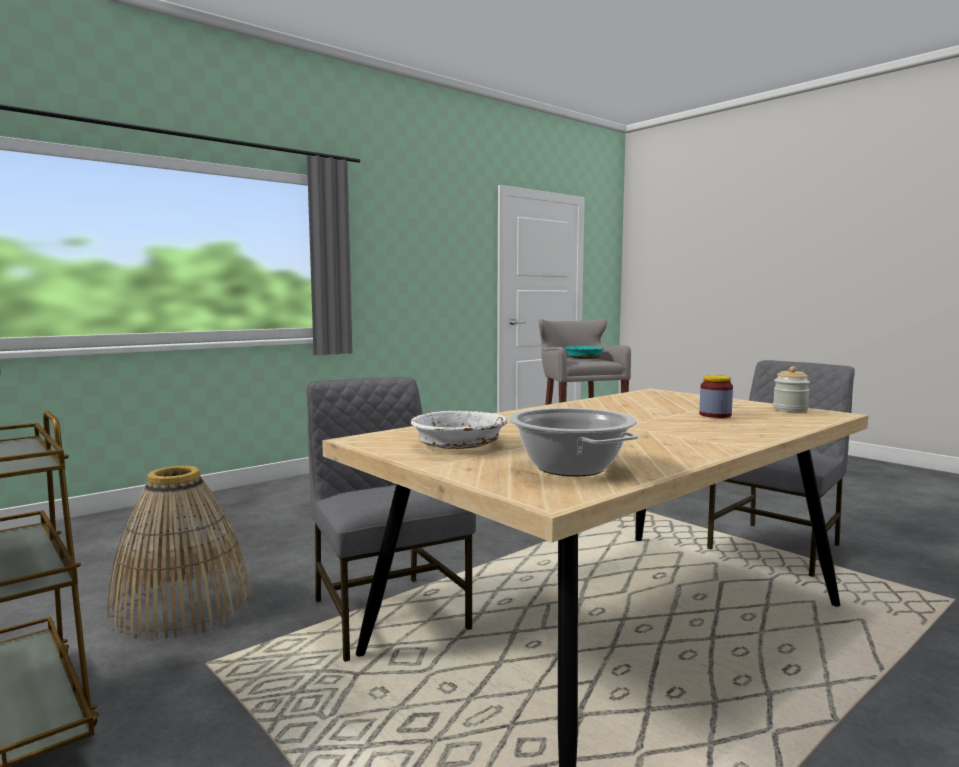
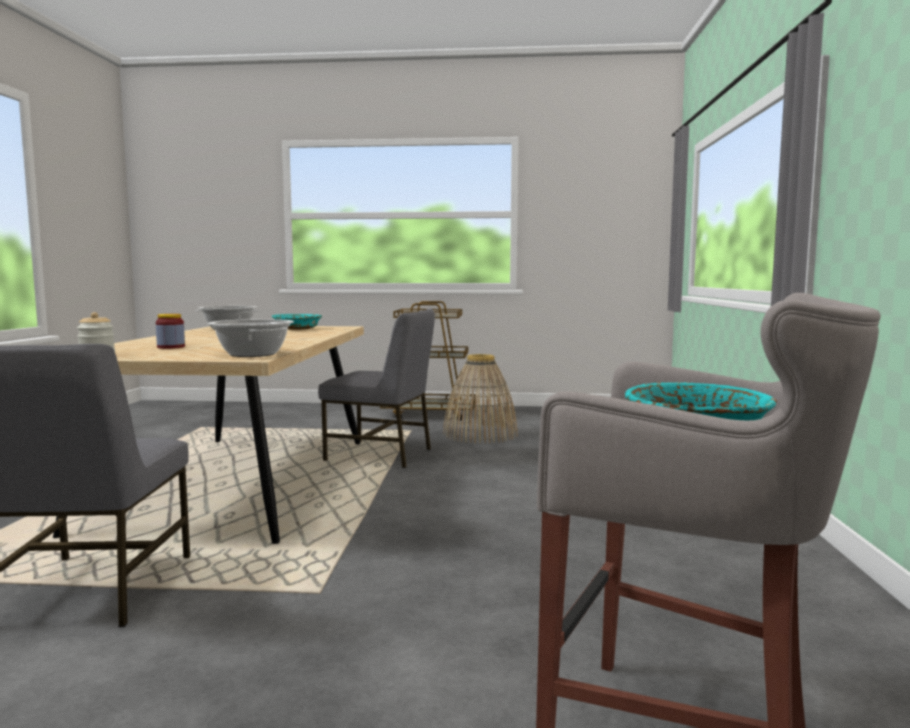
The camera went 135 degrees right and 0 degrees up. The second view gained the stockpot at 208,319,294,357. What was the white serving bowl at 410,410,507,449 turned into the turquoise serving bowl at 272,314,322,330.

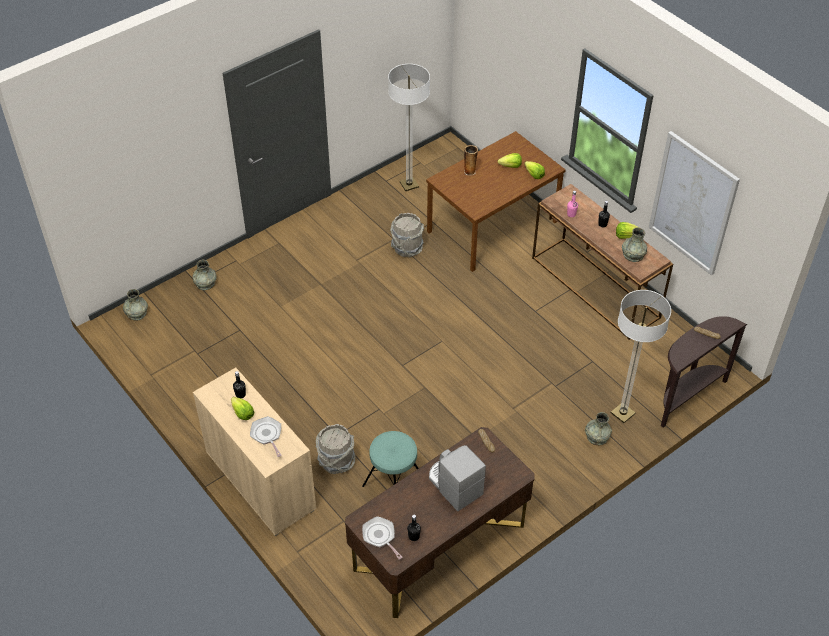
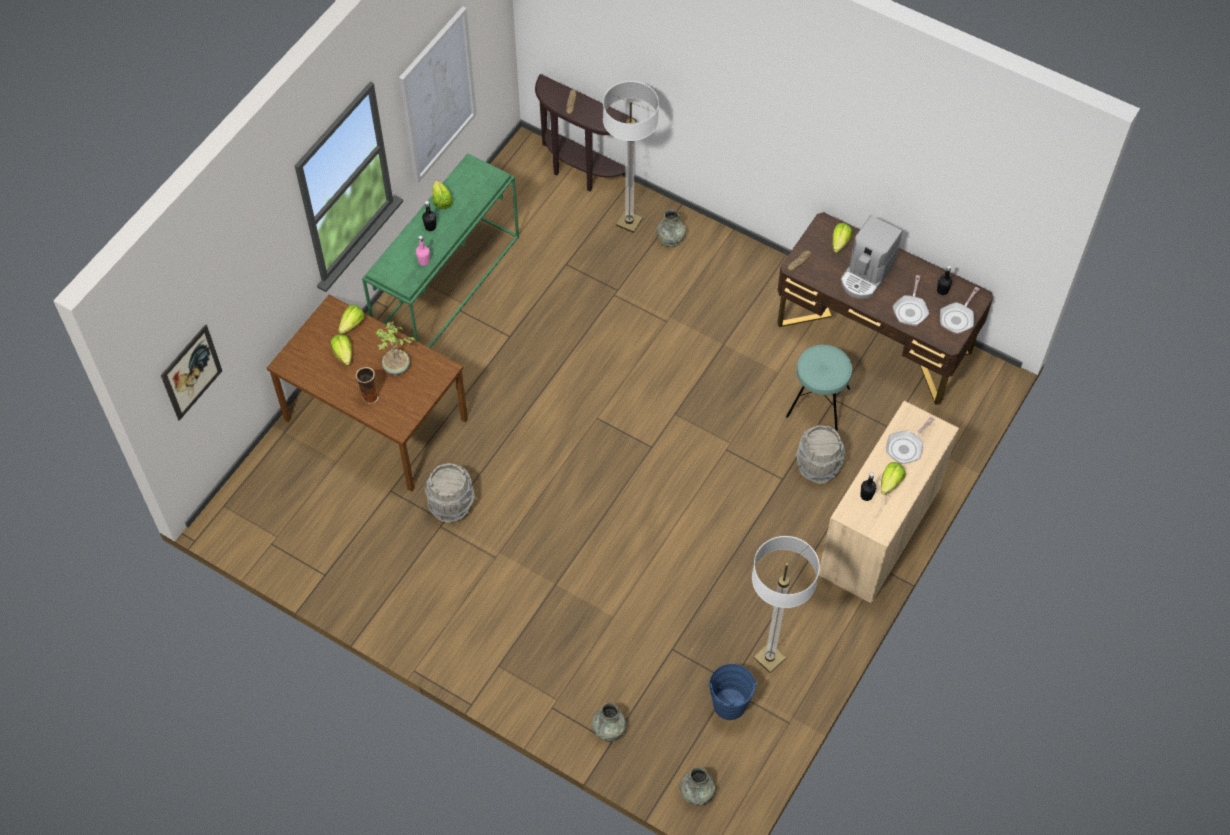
The camera went 110 degrees left and 10 degrees up. The second view gained the wall art at 161,324,222,421. What was the brown console table at 532,184,673,340 turned into the green-coloured console table at 362,153,519,348. The second view gained the houseplant at 375,322,416,375. The second view gained the blue-coloured bucket at 707,664,758,720. The standing lamp ended up elsewhere, having gone from 388,64,430,191 to 752,536,820,673. The second view gained the lettuce head at 832,223,853,253. The second view gained the skillet at 893,275,929,326. The second view lost the gray flower vase at 622,227,647,262.

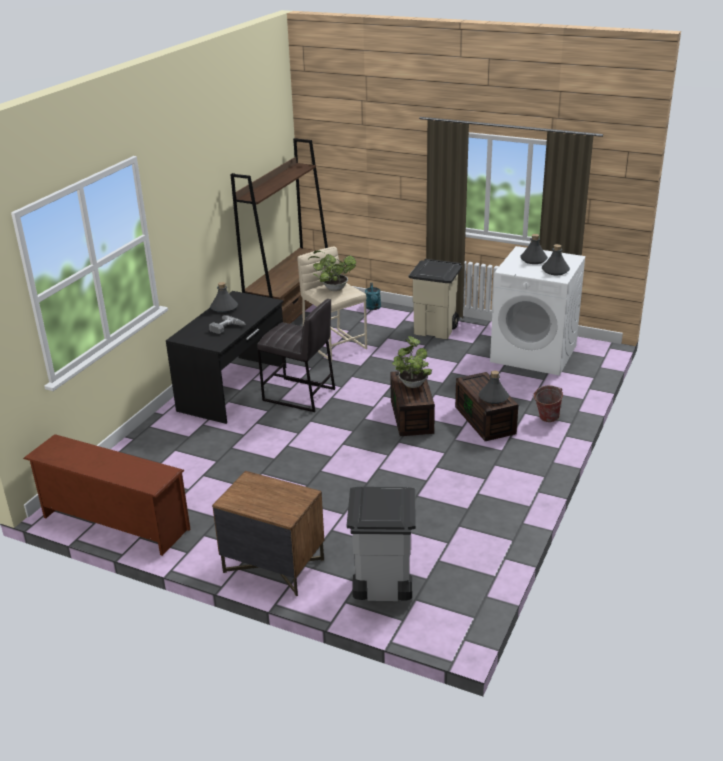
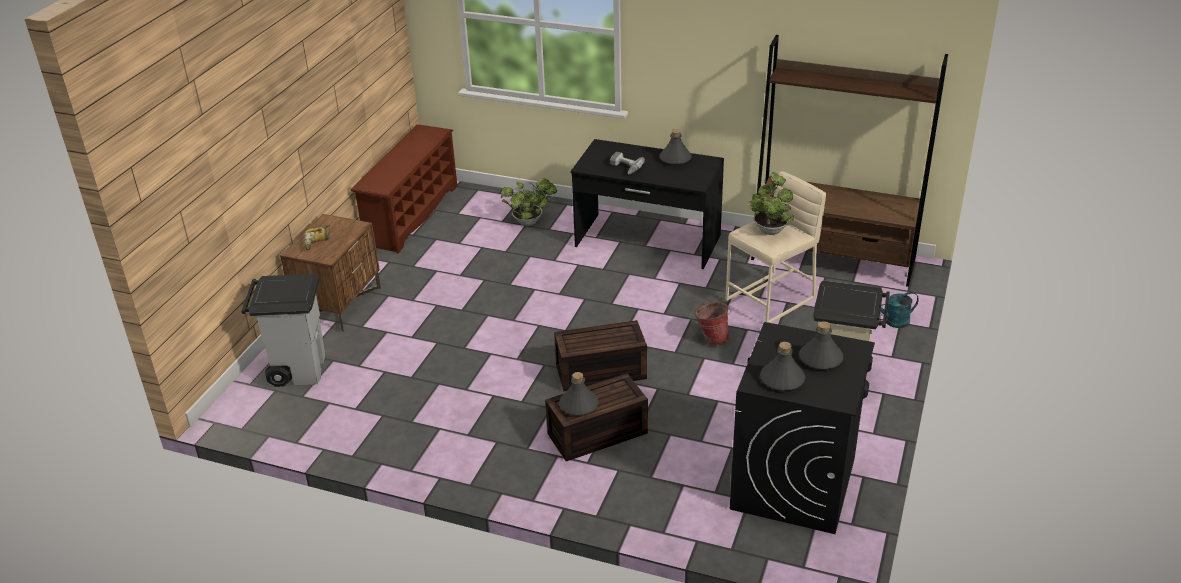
The camera went 85 degrees right and 5 degrees up. The second view gained the drill at 305,225,331,250. The houseplant ended up elsewhere, having gone from 392,336,433,388 to 501,178,557,226. The bucket ended up elsewhere, having gone from 533,385,563,422 to 695,302,731,346. What was the white washing machine at 490,246,586,376 turned into the black-coloured washing machine at 730,322,875,534. The second view lost the gray stool at 257,299,335,412.

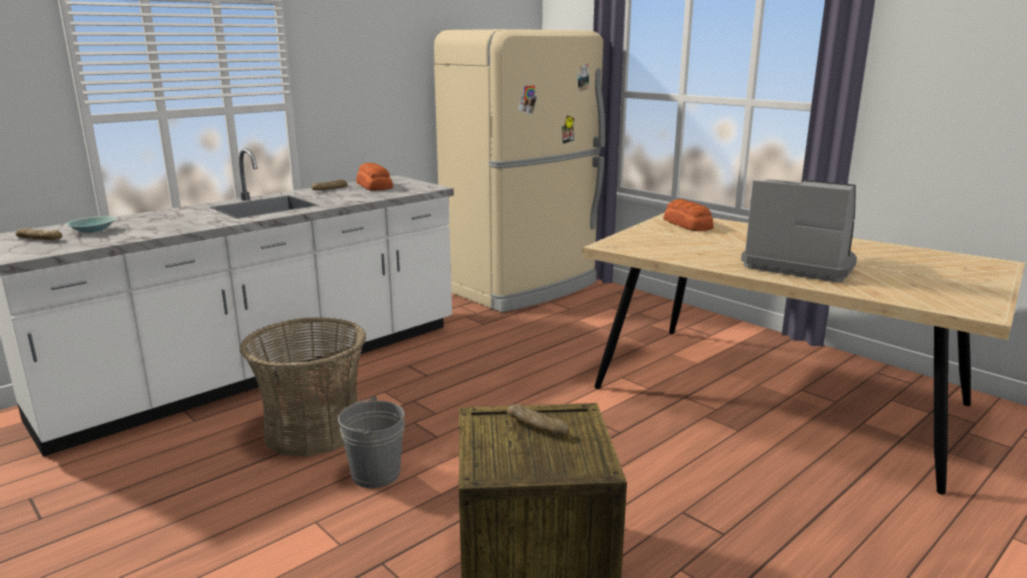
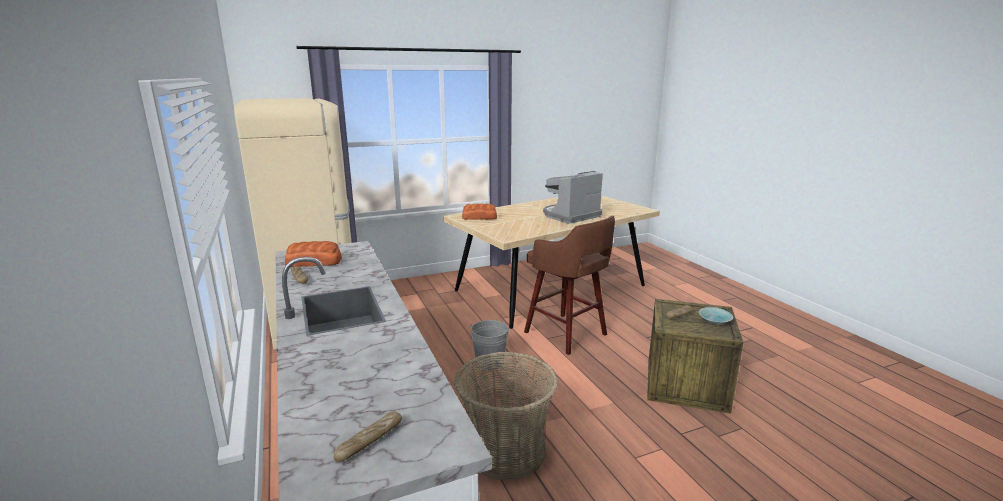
The camera went 70 degrees left and 0 degrees up. The gray bucket ended up elsewhere, having gone from 338,396,404,488 to 469,320,510,370. The second view gained the brown stool at 524,216,615,355. The turquoise serving bowl ended up elsewhere, having gone from 66,216,117,233 to 699,307,733,324.

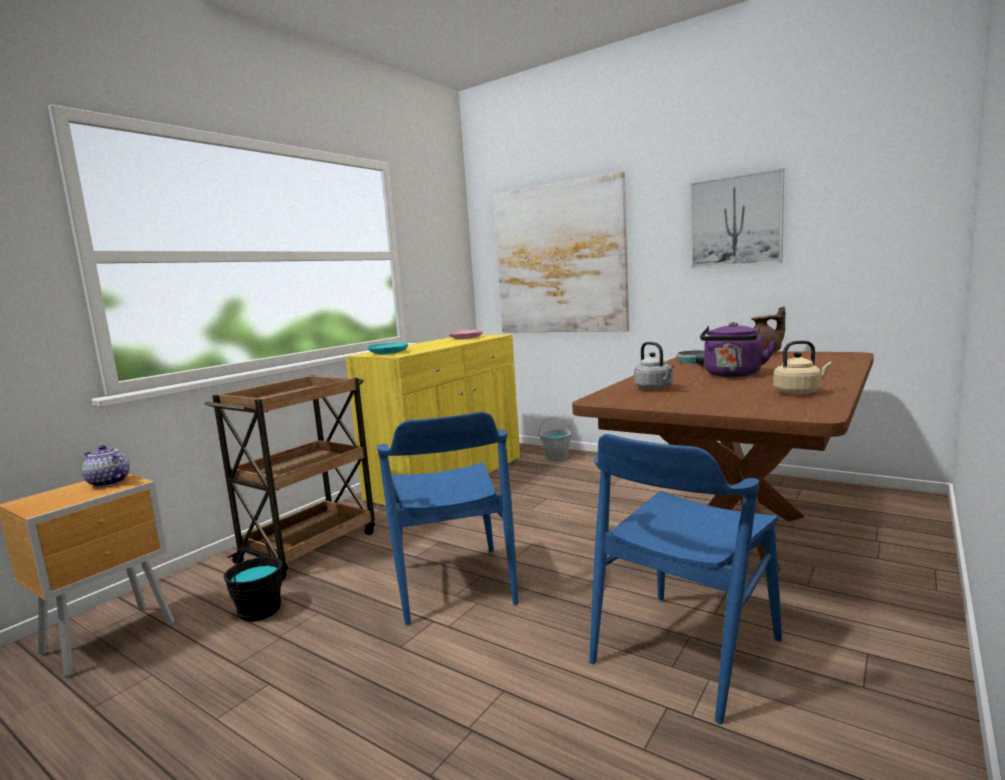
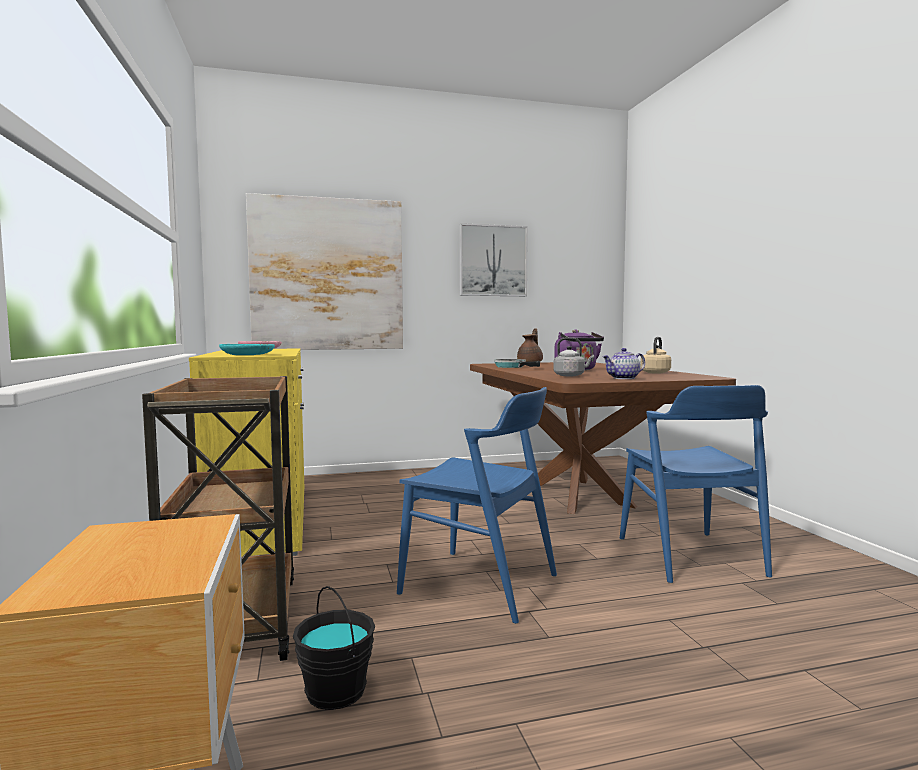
The camera went 50 degrees left and 5 degrees down. The tea pot ended up elsewhere, having gone from 82,445,130,487 to 602,348,645,379. The second view lost the gray bucket at 539,417,572,462.

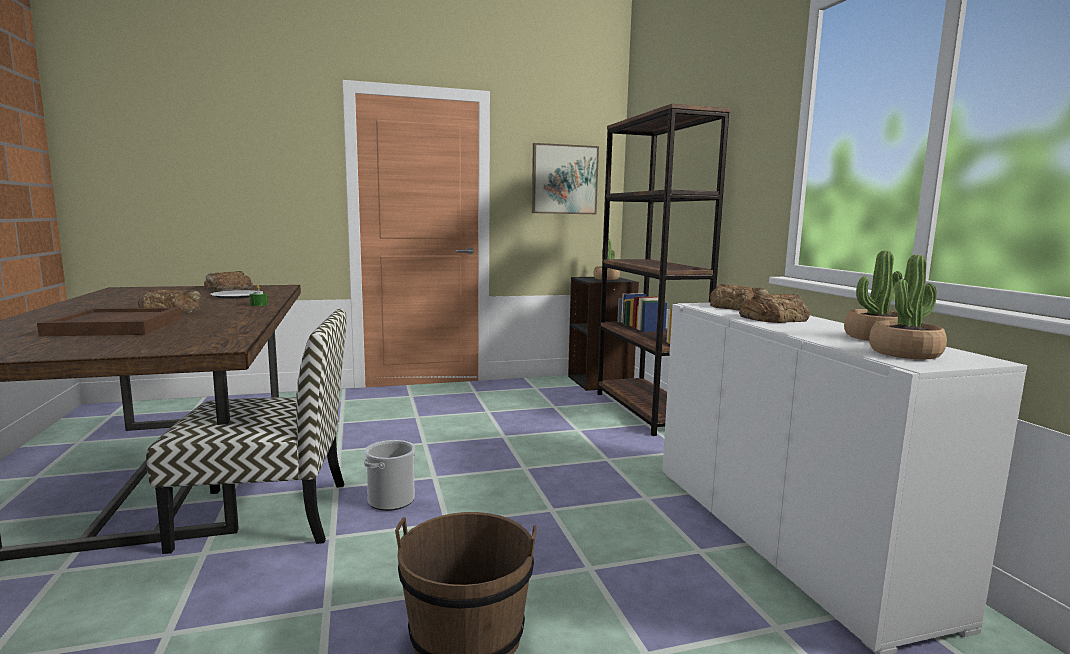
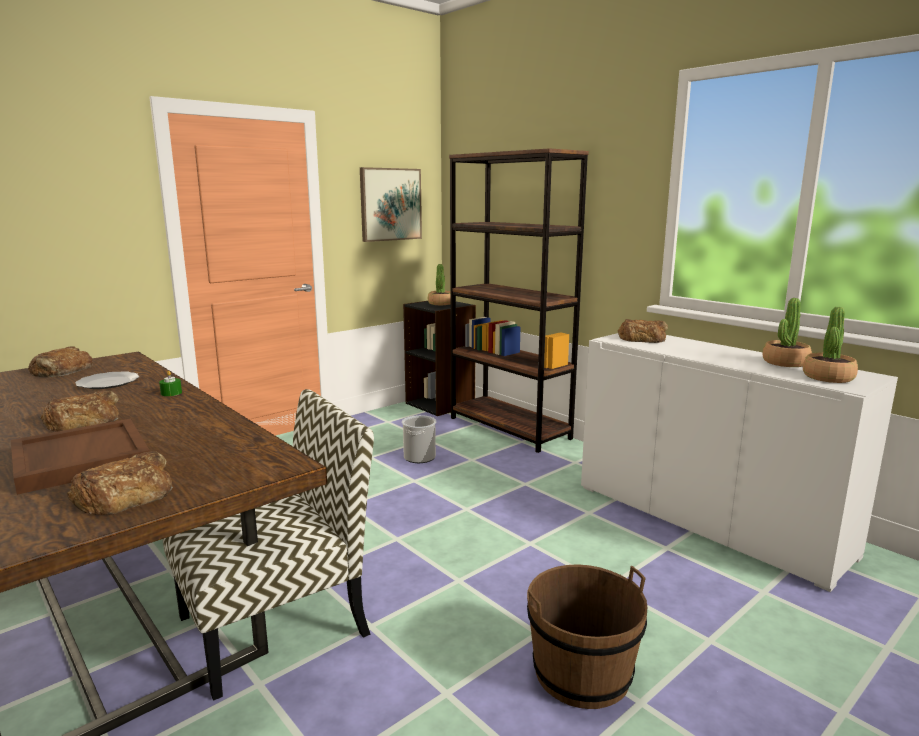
The camera went 25 degrees left and 5 degrees up. The baked bread ended up elsewhere, having gone from 739,294,810,323 to 67,451,173,515. The bucket ended up elsewhere, having gone from 364,440,415,511 to 402,415,436,463.

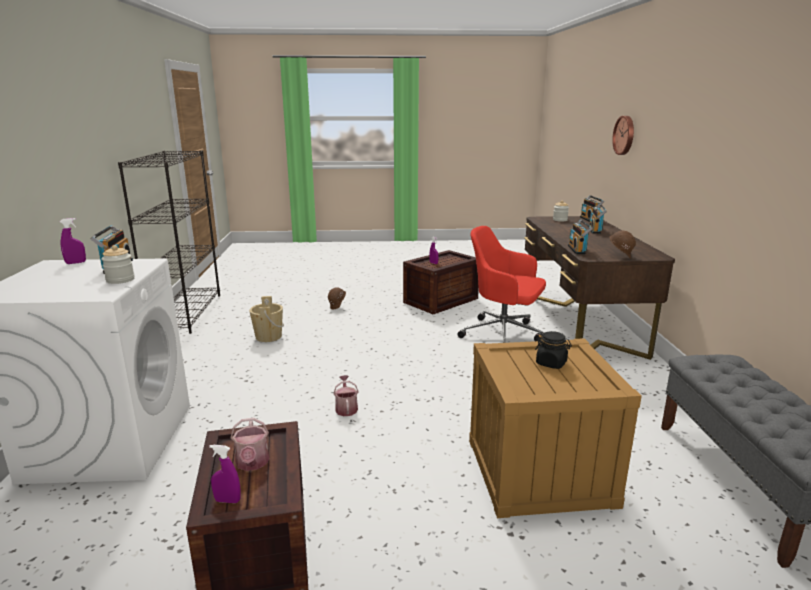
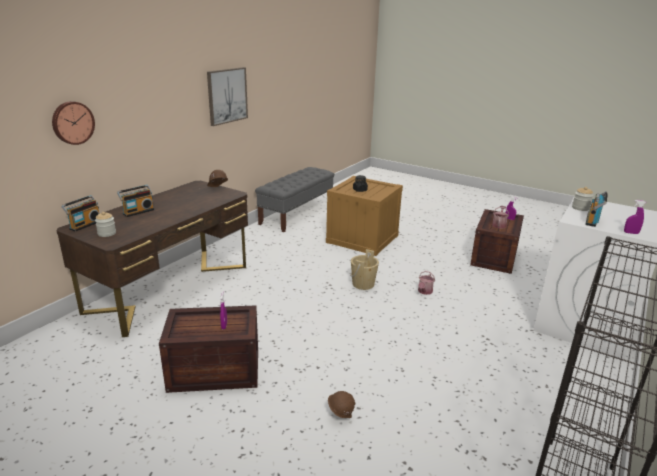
The camera went 145 degrees left and 5 degrees up. The second view gained the wall art at 207,67,248,126. The beige-coloured bucket ended up elsewhere, having gone from 249,296,284,342 to 350,249,379,290. The second view lost the reddish office chair at 457,226,546,343. The second view lost the radio at 568,219,592,255.

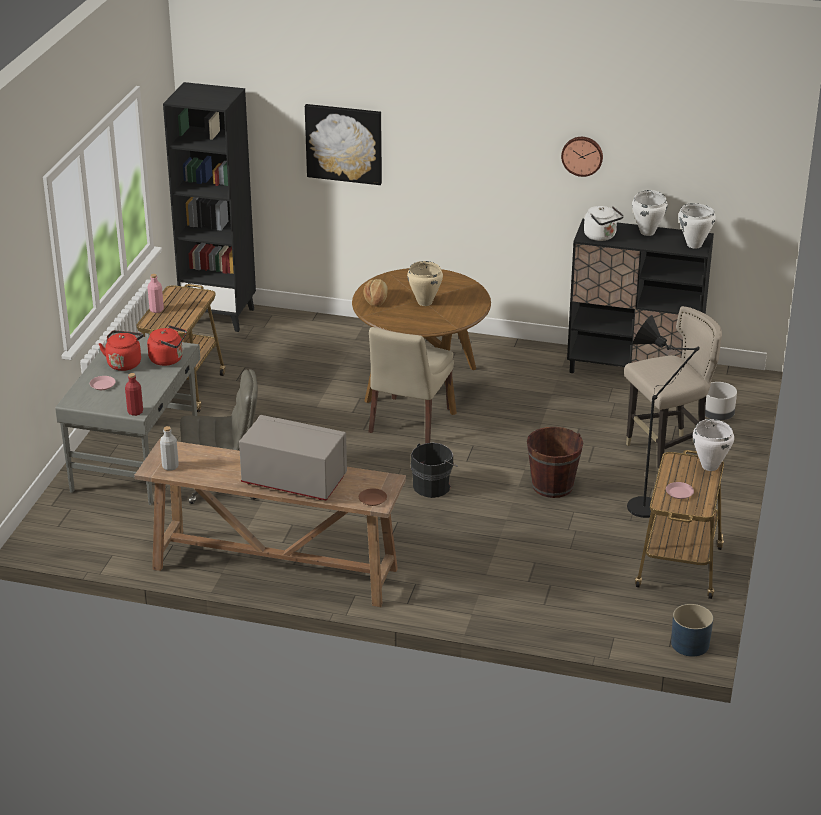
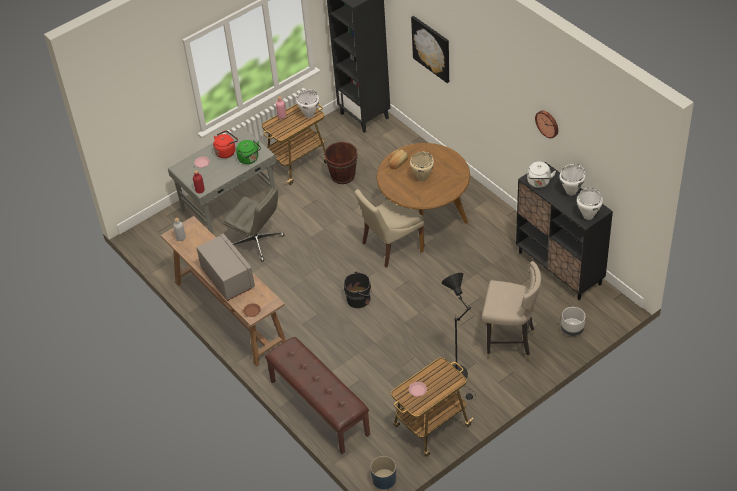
The camera went 40 degrees right and 15 degrees up. What was the reddish kettle at 147,325,187,366 turned into the green-coloured kettle at 236,140,261,164. The second view gained the brown indoor bench at 265,337,370,454. The white stockpot ended up elsewhere, having gone from 693,419,734,471 to 296,90,319,118. The brown bucket ended up elsewhere, having gone from 527,427,583,498 to 324,142,357,184.

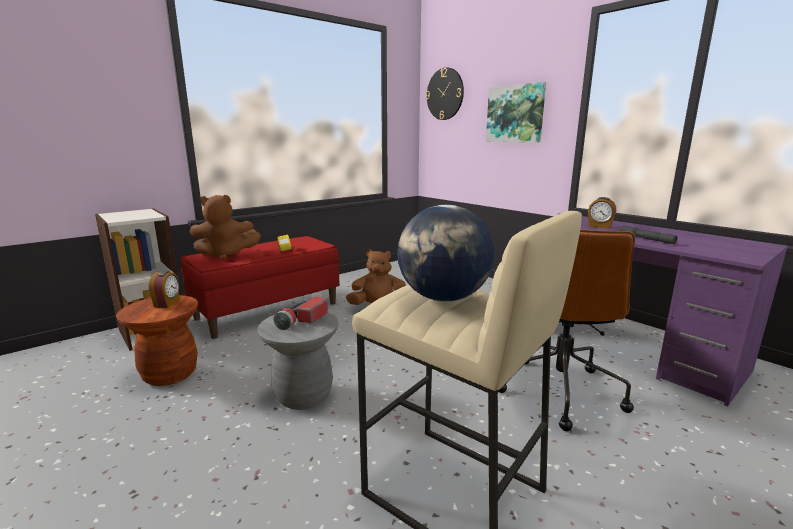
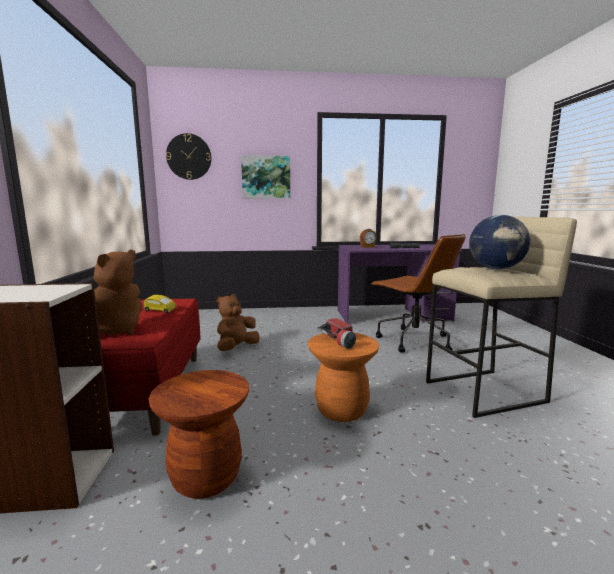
The camera went 55 degrees left and 5 degrees down. What was the gray stool at 257,312,339,410 turned into the orangey stool at 308,333,379,422. The second view lost the alarm clock at 149,271,179,308.

